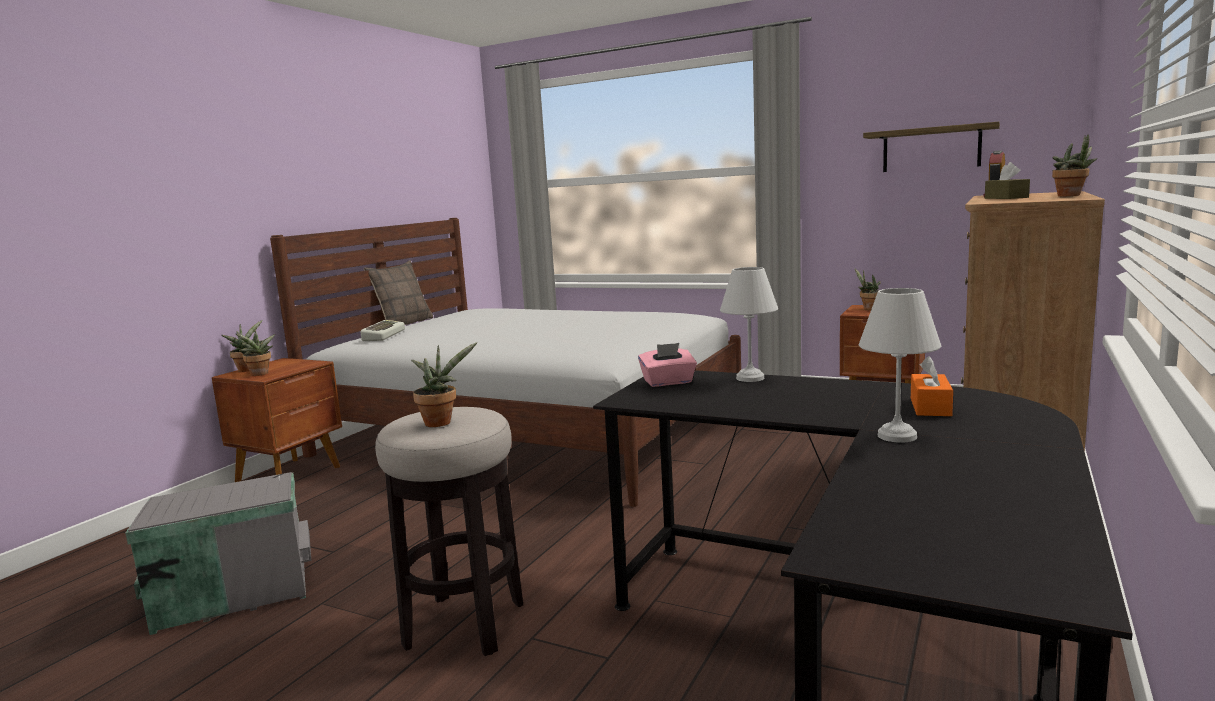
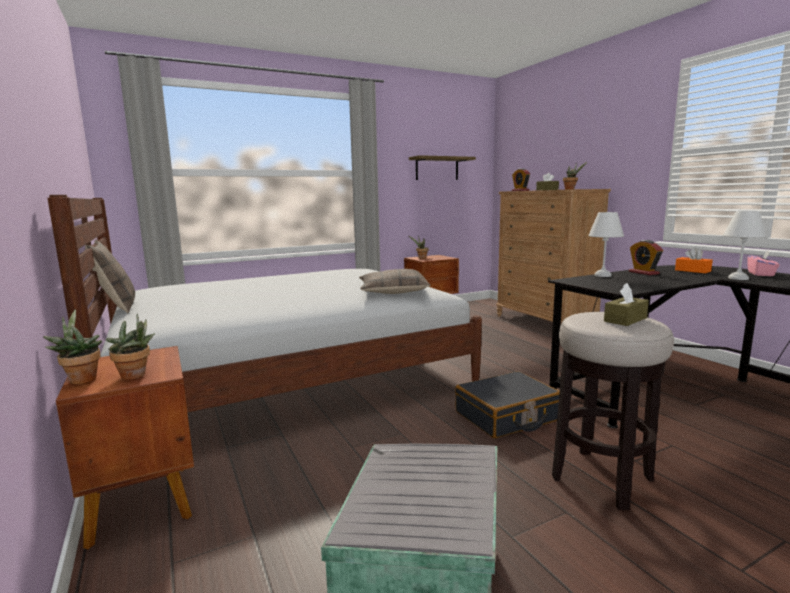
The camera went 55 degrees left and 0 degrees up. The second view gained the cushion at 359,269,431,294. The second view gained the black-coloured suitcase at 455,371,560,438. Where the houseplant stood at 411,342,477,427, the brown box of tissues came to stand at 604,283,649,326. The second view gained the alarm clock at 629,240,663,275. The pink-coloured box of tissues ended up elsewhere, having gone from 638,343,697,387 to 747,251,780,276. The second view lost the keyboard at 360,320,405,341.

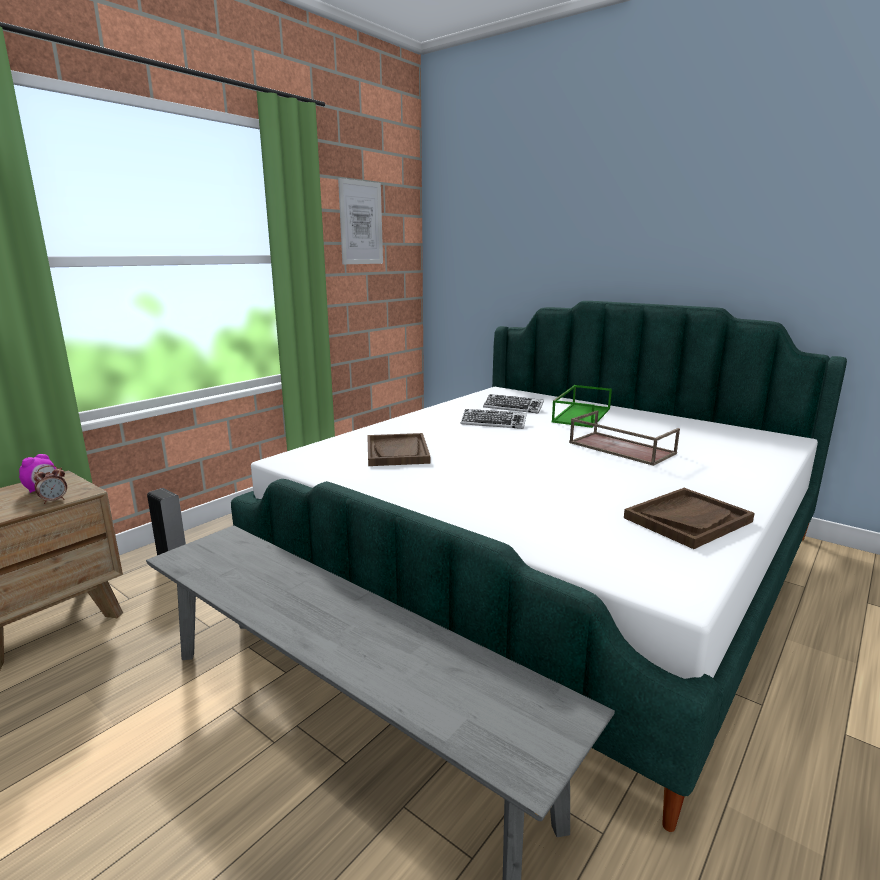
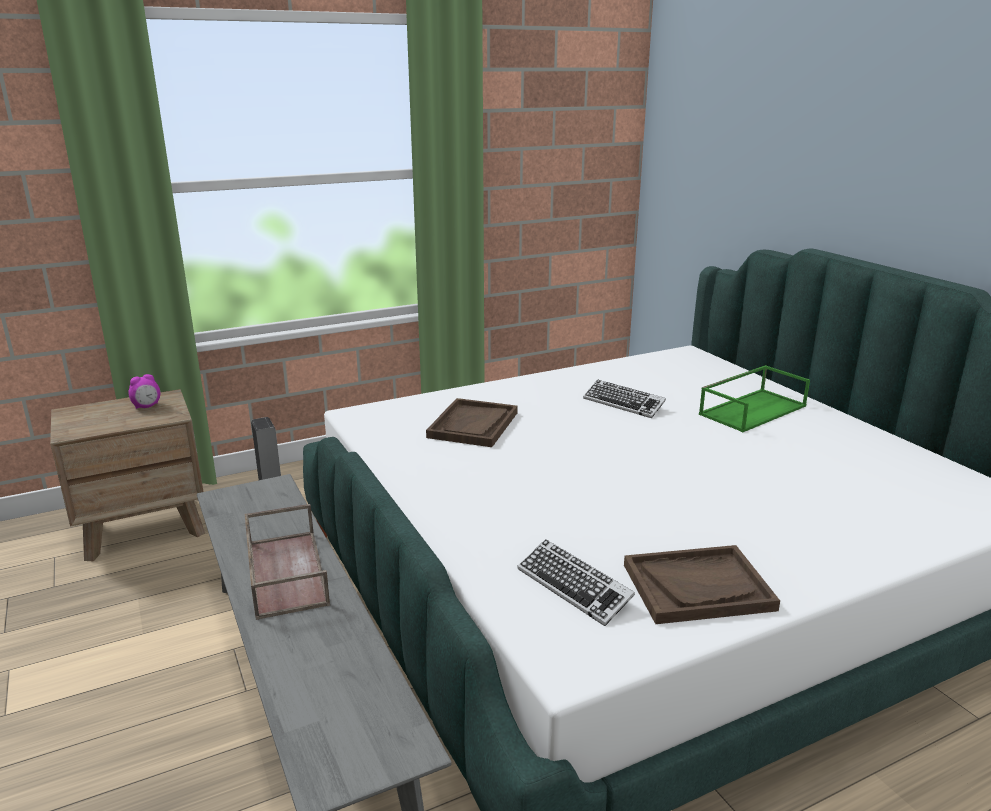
The camera went 25 degrees right and 5 degrees up. The brown carrying tray ended up elsewhere, having gone from 569,411,680,466 to 245,504,330,620. The keyboard ended up elsewhere, having gone from 483,394,544,414 to 518,539,635,626. The second view lost the alarm clock at 33,465,67,504. The second view lost the wall art at 338,178,383,264.

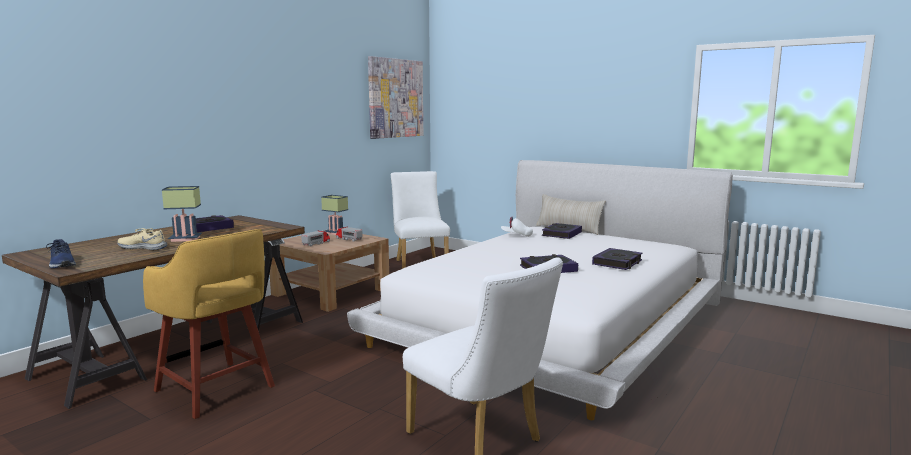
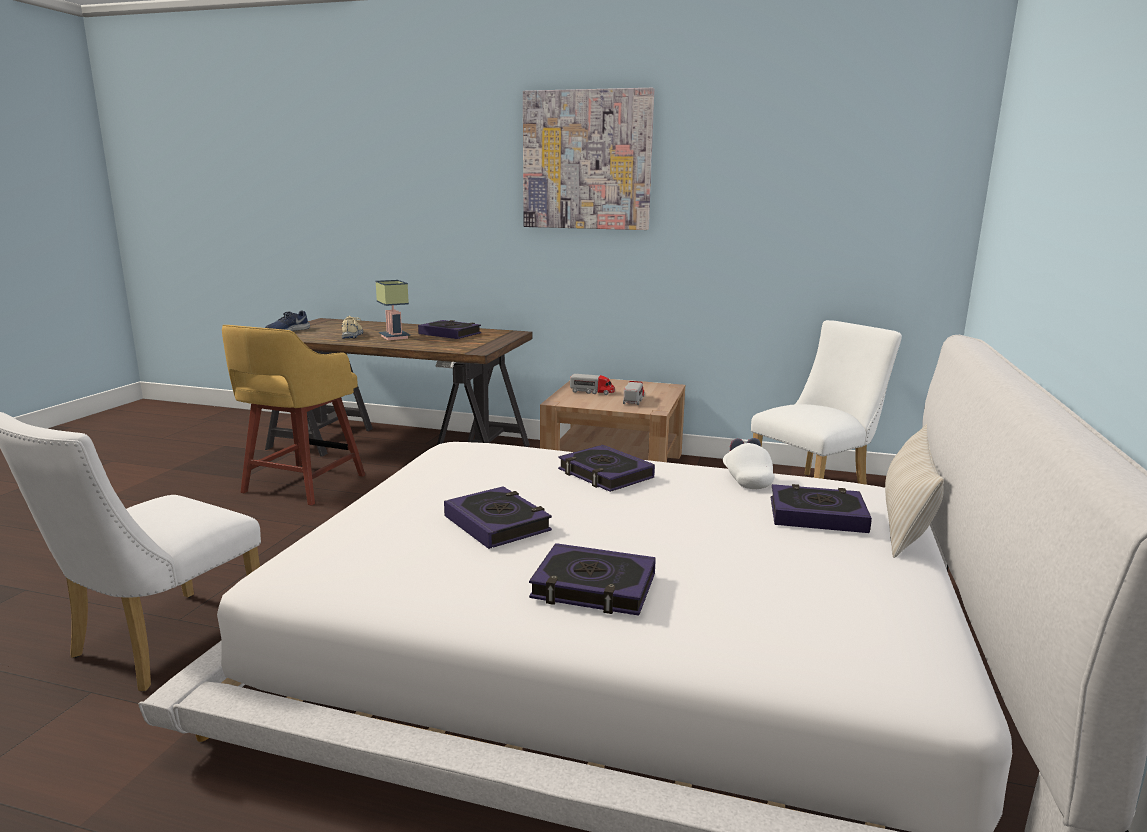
The camera went 70 degrees right and 5 degrees up. The wall art ended up elsewhere, having gone from 368,56,423,139 to 523,88,654,230. The second view gained the volume at 558,445,655,492. The second view lost the lamp for a table at 321,195,348,235.

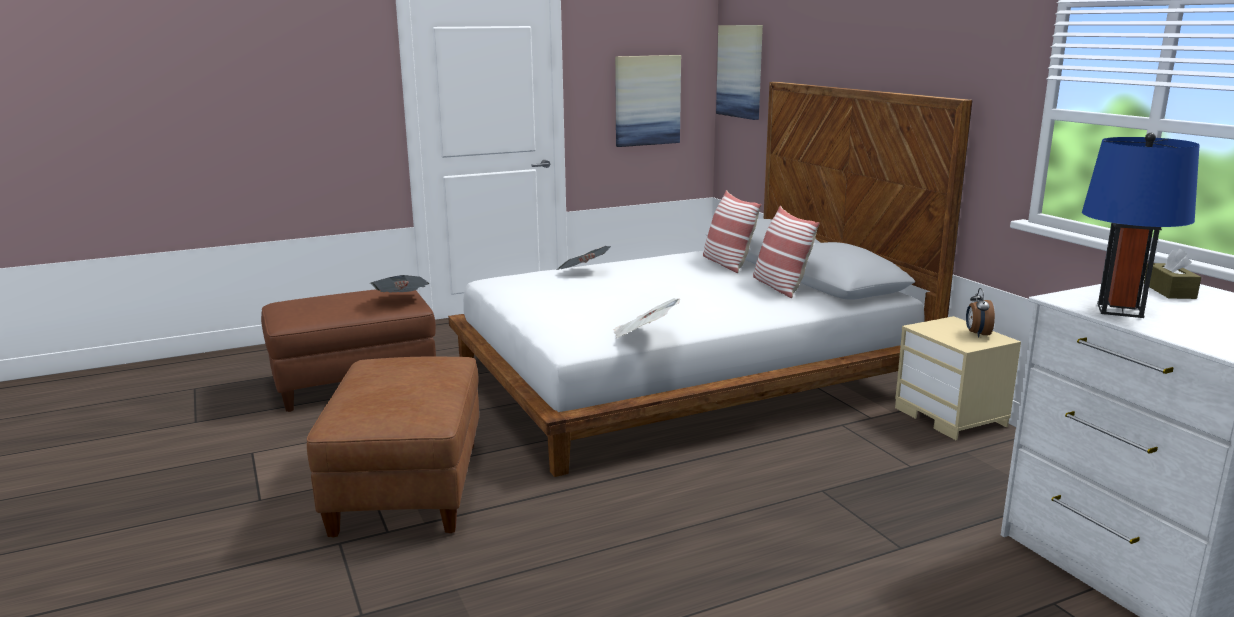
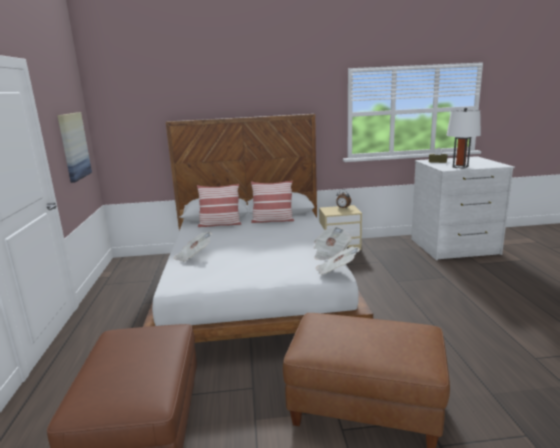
The camera went 70 degrees left and 0 degrees up. The daily paper ended up elsewhere, having gone from 370,275,429,292 to 316,247,360,275. What was the blue-coloured lamp for a table at 1082,133,1200,318 turned into the white lamp for a table at 446,108,481,169. The second view lost the wall art at 716,25,763,120.

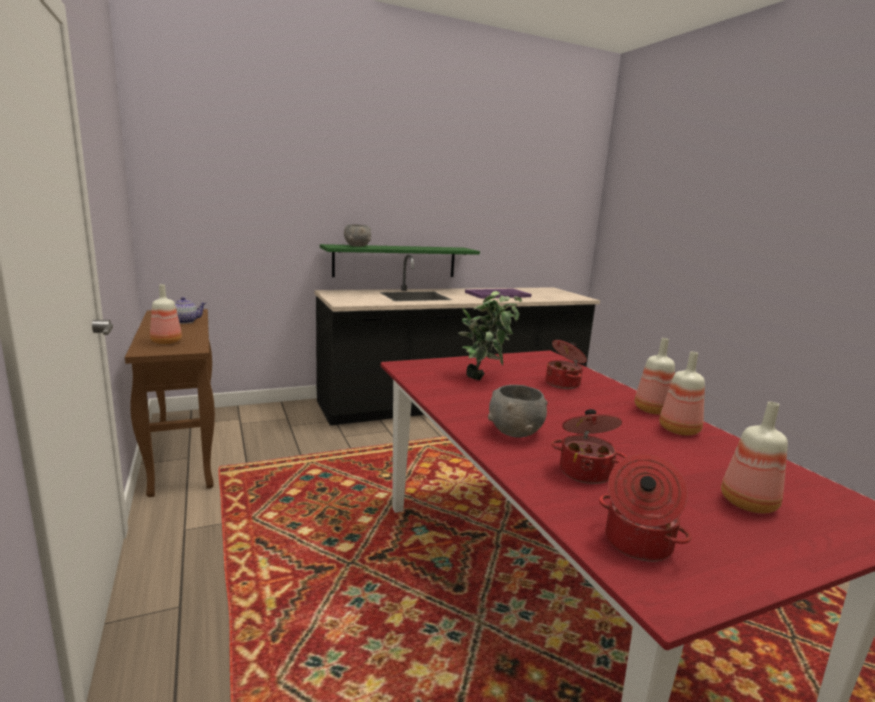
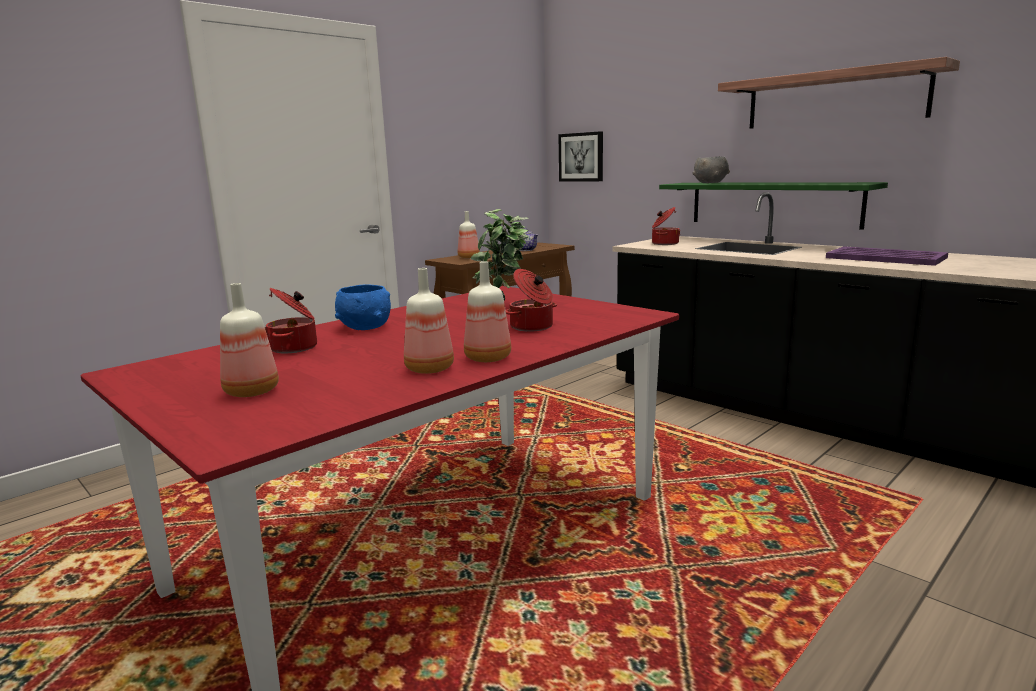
The camera went 70 degrees right and 0 degrees up. What was the gray serving bowl at 488,385,547,438 turned into the blue-coloured serving bowl at 335,284,391,330. The second view gained the wall art at 558,131,603,182. The stockpot ended up elsewhere, having gone from 599,454,692,562 to 652,207,681,245. The second view gained the wall shelf at 718,57,960,129.

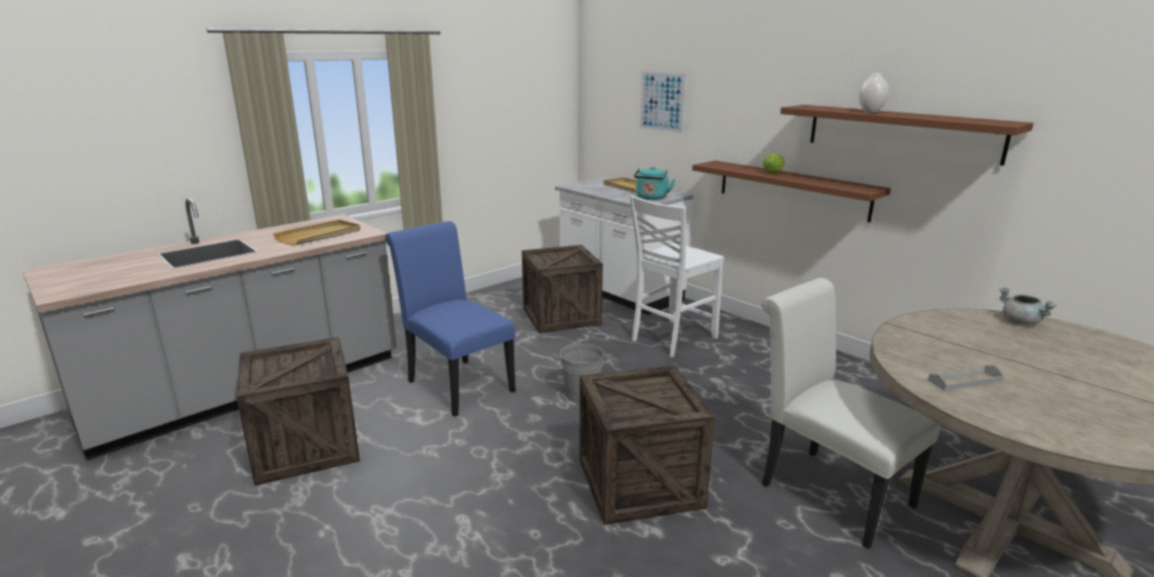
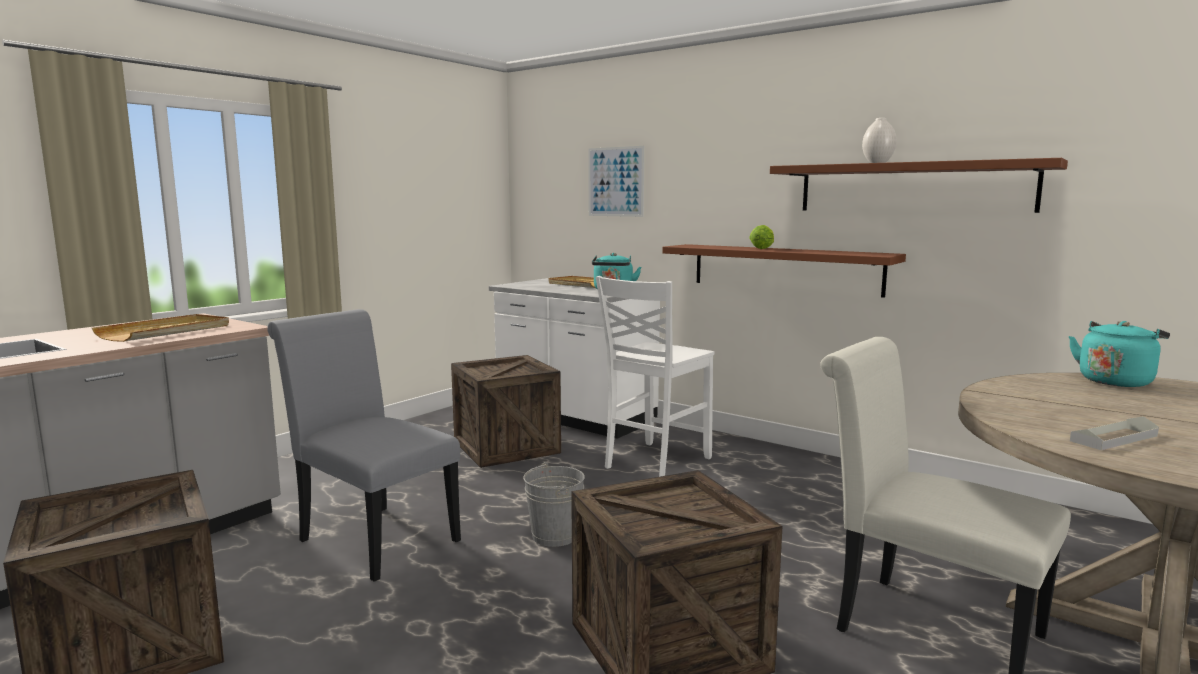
The camera went 10 degrees left and 10 degrees down. What was the blue-coloured plain chair at 385,221,516,417 turned into the gray plain chair at 267,309,461,582. Where the gray stockpot stood at 999,287,1058,325, the turquoise kettle came to stand at 1069,321,1170,387.

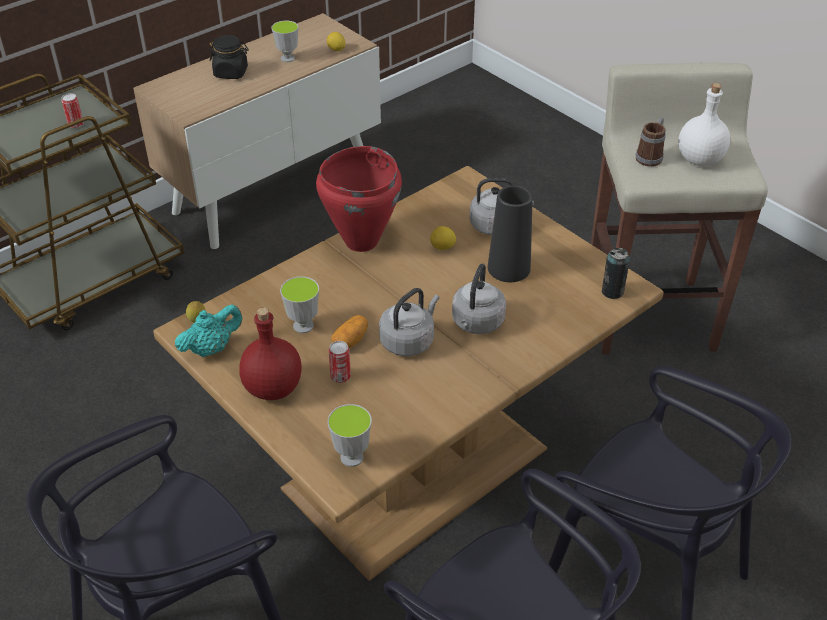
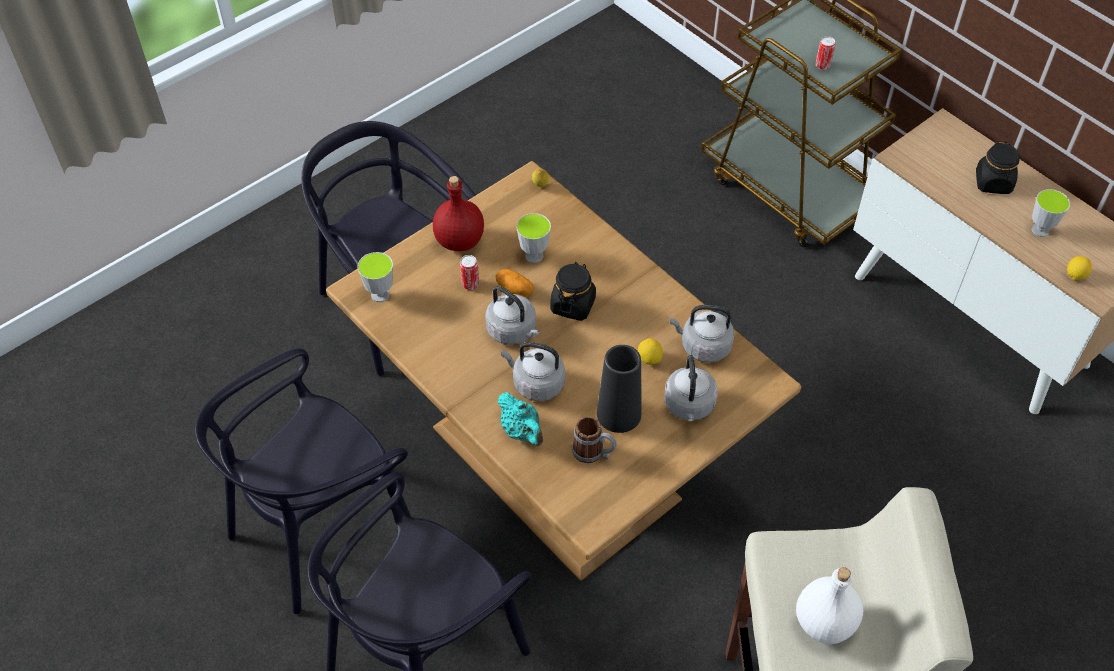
The camera went 90 degrees right and 10 degrees up. The turquoise tea pot ended up elsewhere, having gone from 175,304,242,357 to 498,392,543,446. The second view gained the black-coloured storage jar at 550,262,596,321. The coffee mug ended up elsewhere, having gone from 635,117,666,167 to 571,416,617,463. The second view gained the gray kettle at 670,305,734,363. The second view lost the reddish stockpot at 316,146,402,252. The second view lost the can at 602,248,630,299.

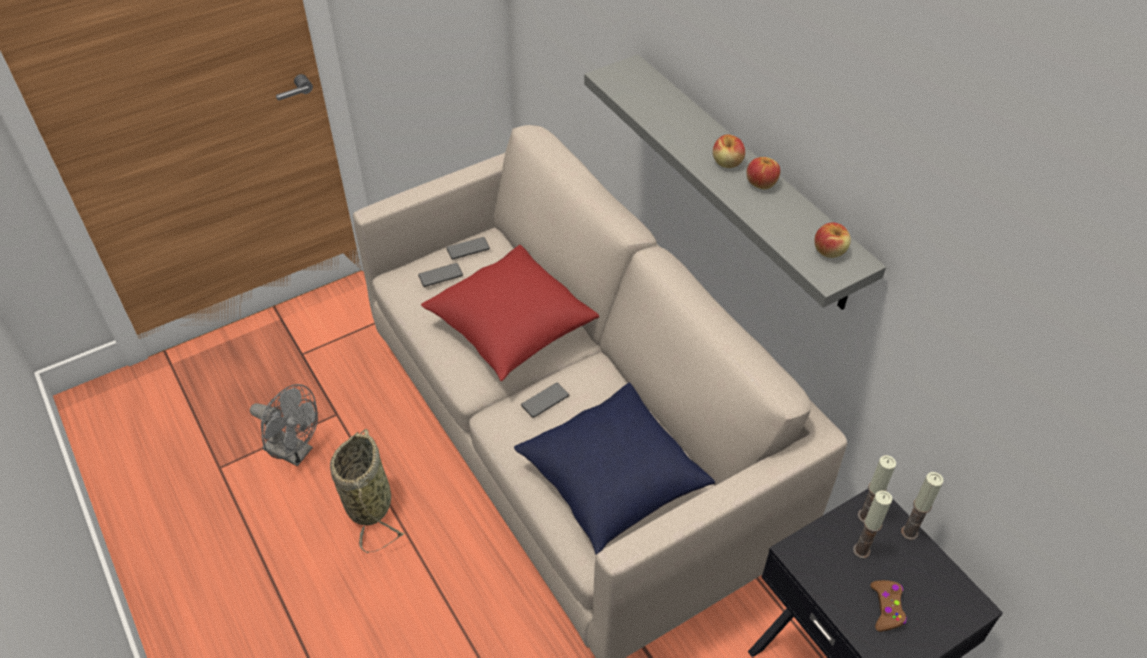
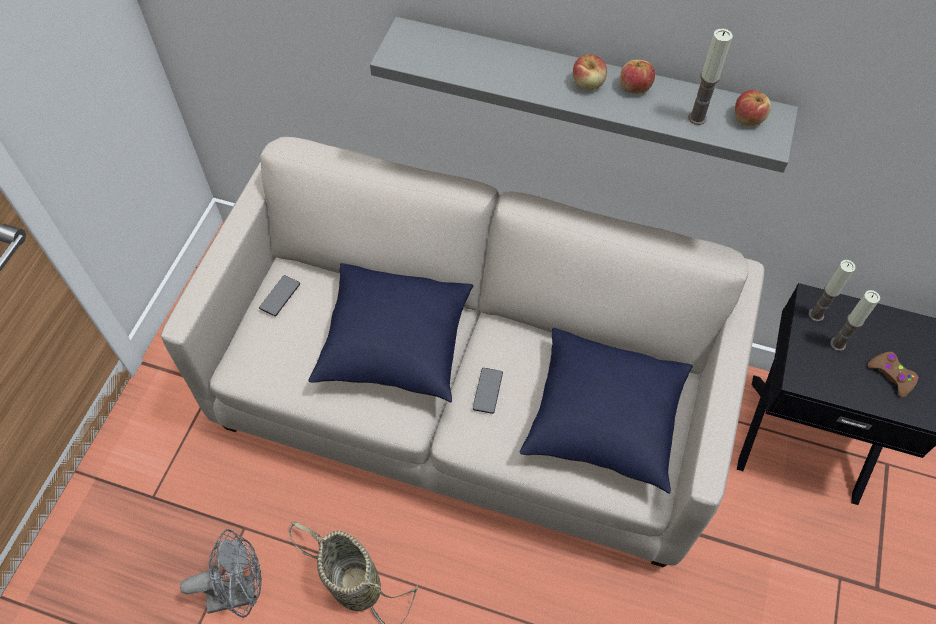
The camera went 40 degrees left and 10 degrees up. What was the reddish cushion at 421,245,599,381 turned into the blue-coloured cushion at 309,263,473,403. The candle ended up elsewhere, having gone from 901,472,944,540 to 688,29,733,125. The second view lost the handset at 418,263,463,287.

